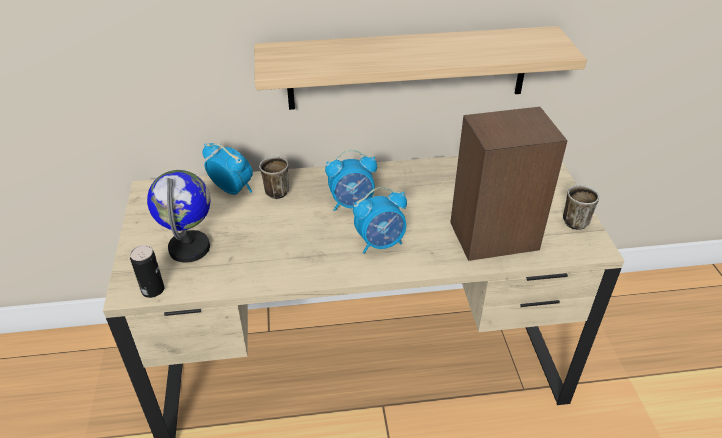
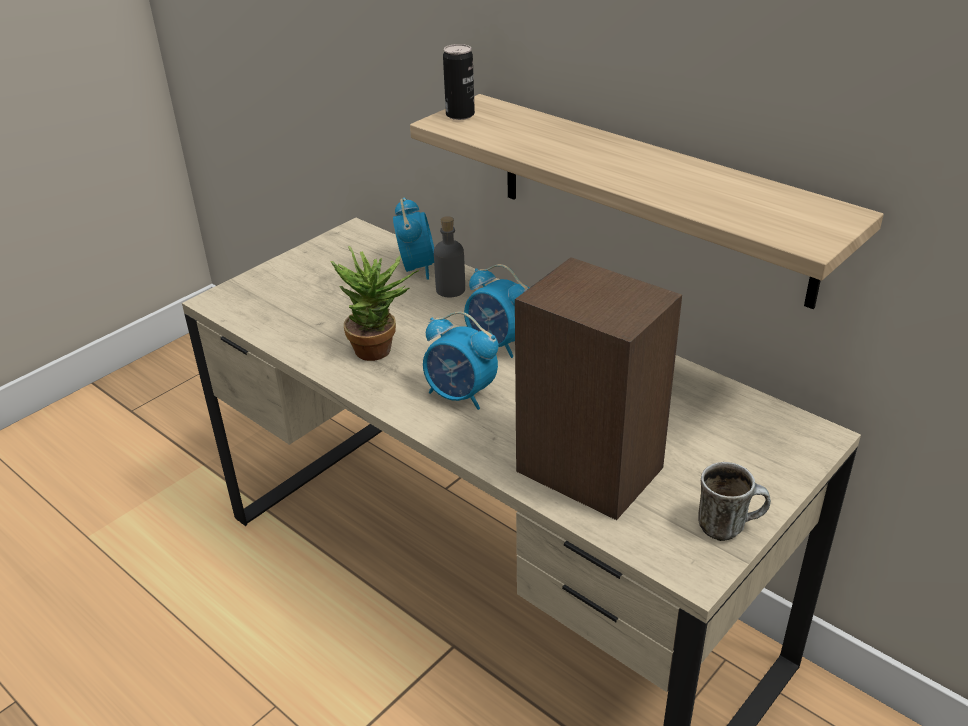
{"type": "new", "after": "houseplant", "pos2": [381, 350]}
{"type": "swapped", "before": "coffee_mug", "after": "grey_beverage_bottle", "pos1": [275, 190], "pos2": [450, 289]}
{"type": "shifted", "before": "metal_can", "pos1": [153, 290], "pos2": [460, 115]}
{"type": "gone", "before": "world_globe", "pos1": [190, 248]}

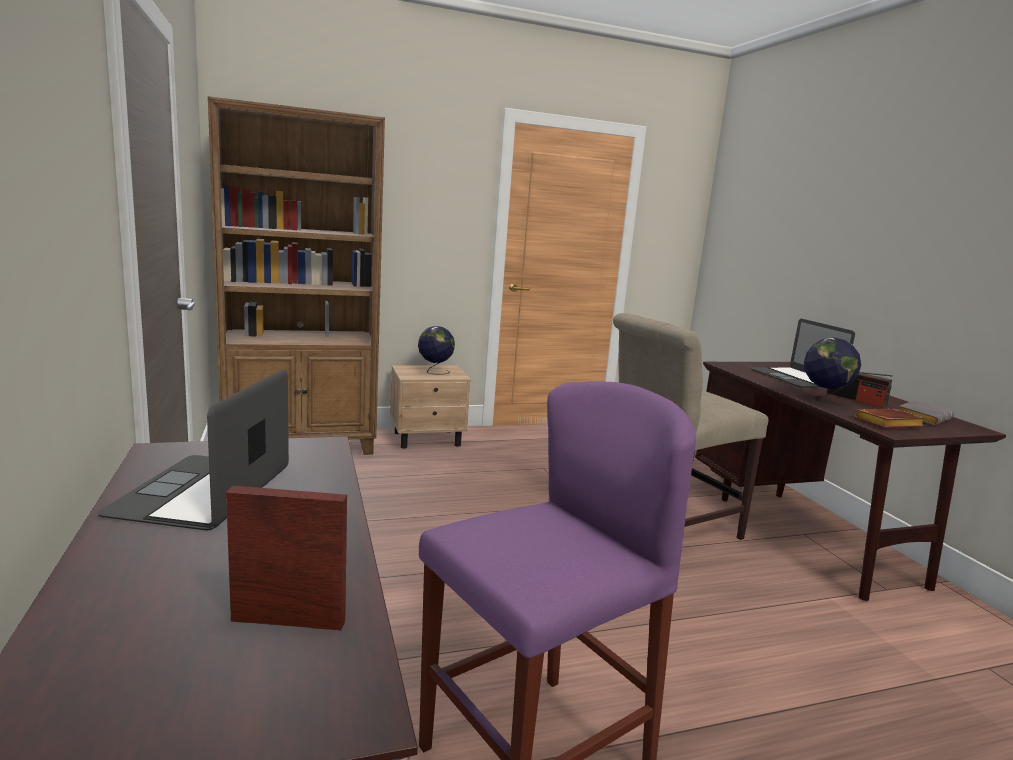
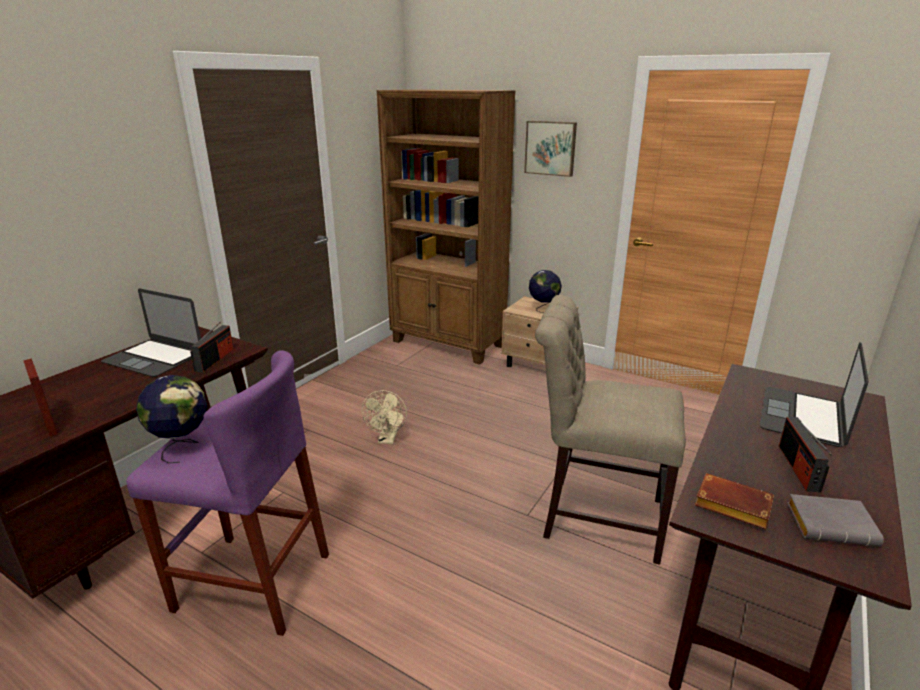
{"type": "rotated", "before": "notebook_computer", "pos1": [203, 491], "pos2": [154, 357], "turn": -120}
{"type": "shifted", "before": "world_globe", "pos1": [823, 401], "pos2": [182, 447]}
{"type": "new", "after": "radio_receiver", "pos2": [215, 359]}
{"type": "new", "after": "sand-coloured_electric_fan", "pos2": [387, 439]}
{"type": "new", "after": "wall_art", "pos2": [550, 148]}

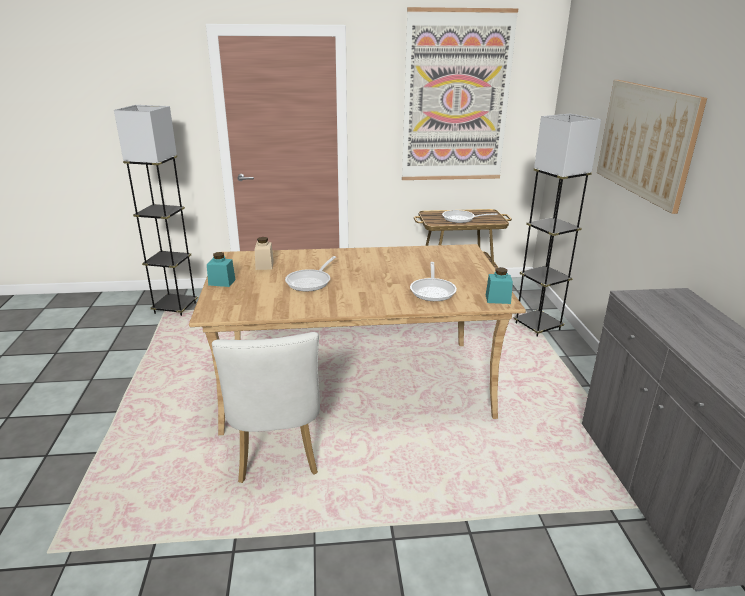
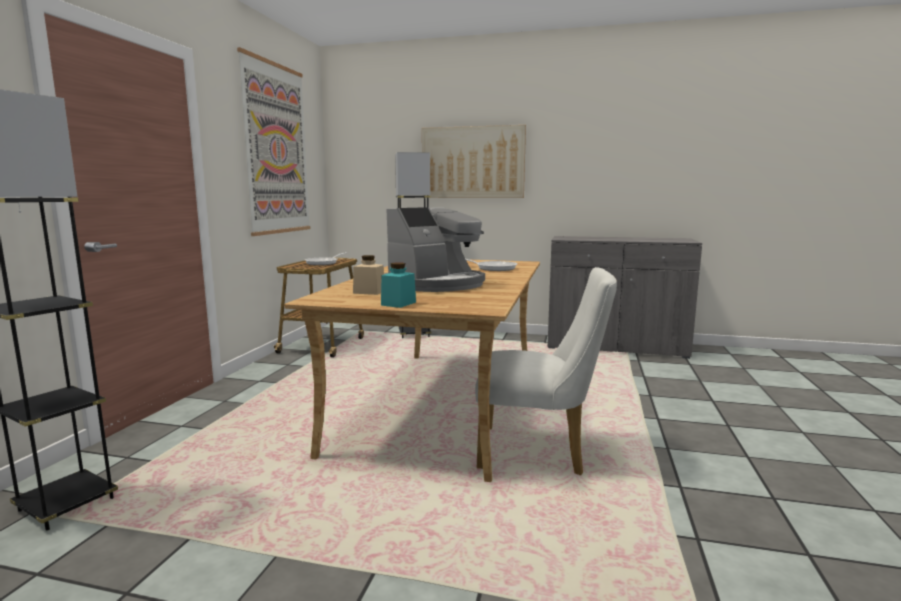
{"type": "swapped", "before": "skillet", "after": "coffee_maker", "pos1": [311, 281], "pos2": [437, 284]}
{"type": "gone", "before": "turquoise_preserve_jar", "pos1": [498, 299]}

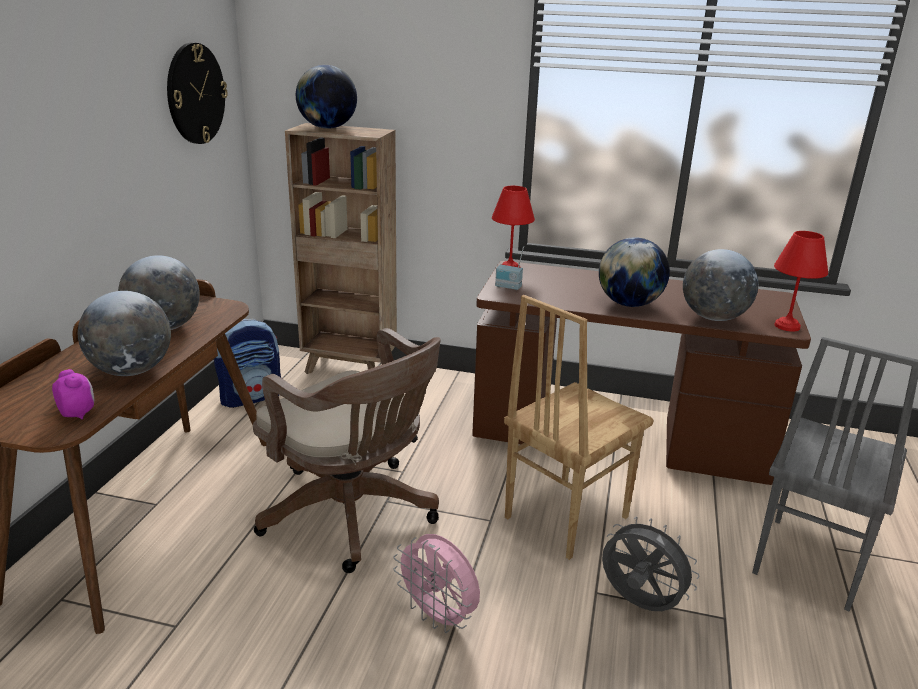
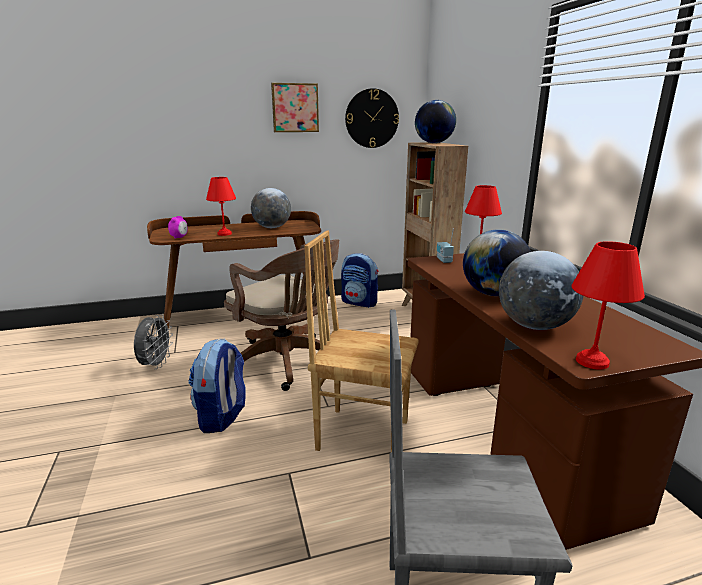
{"type": "shifted", "before": "grey_electric_fan", "pos1": [638, 604], "pos2": [156, 365]}
{"type": "swapped", "before": "pinkish_electric_fan", "after": "knapsack", "pos1": [439, 617], "pos2": [222, 417]}
{"type": "swapped", "before": "world_globe", "after": "reddish_tabletop_lamp", "pos1": [131, 371], "pos2": [224, 234]}
{"type": "rotated", "before": "brownish_computer_chair", "pos1": [354, 516], "pos2": [288, 363], "turn": -60}
{"type": "new", "after": "wall_art", "pos2": [295, 108]}

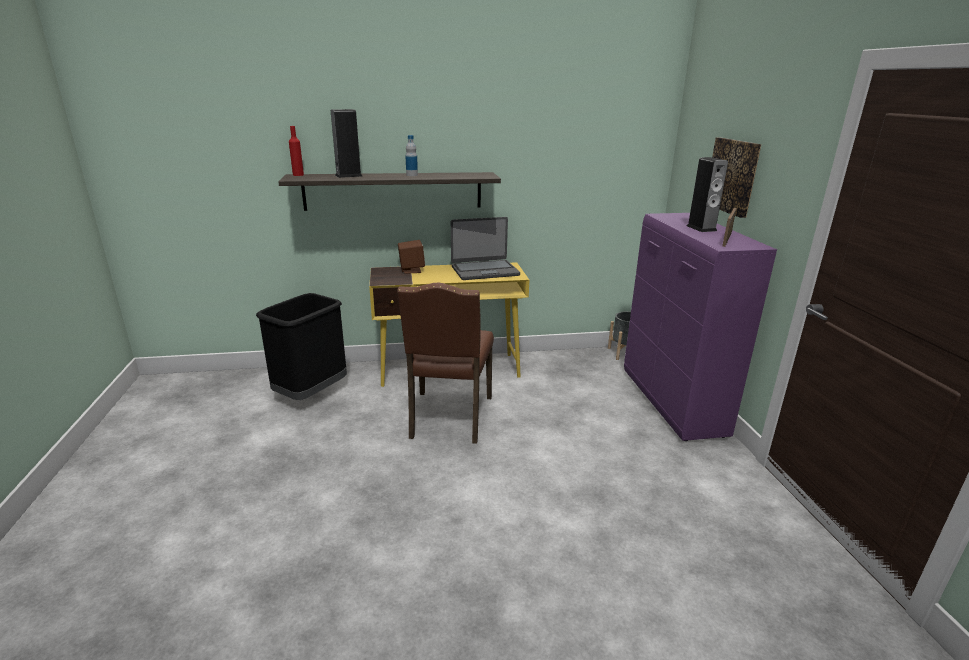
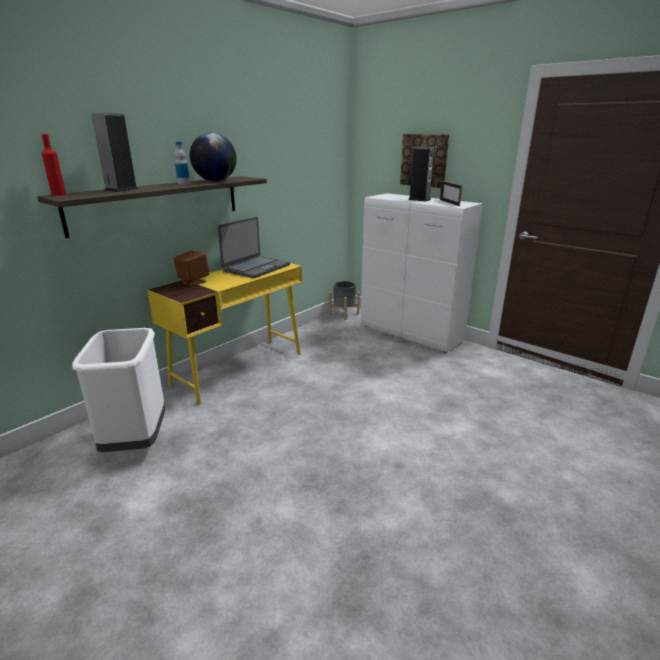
{"type": "repainted", "before": "black-coloured_rubbish_bin", "after": "white_rubbish_bin", "pos1": [311, 394], "pos2": [136, 441]}
{"type": "new", "after": "world_globe", "pos2": [215, 181]}
{"type": "repainted", "before": "purple_cupboard", "after": "white_cupboard", "pos1": [672, 403], "pos2": [411, 334]}
{"type": "gone", "before": "brownish_upright_chair", "pos1": [449, 417]}

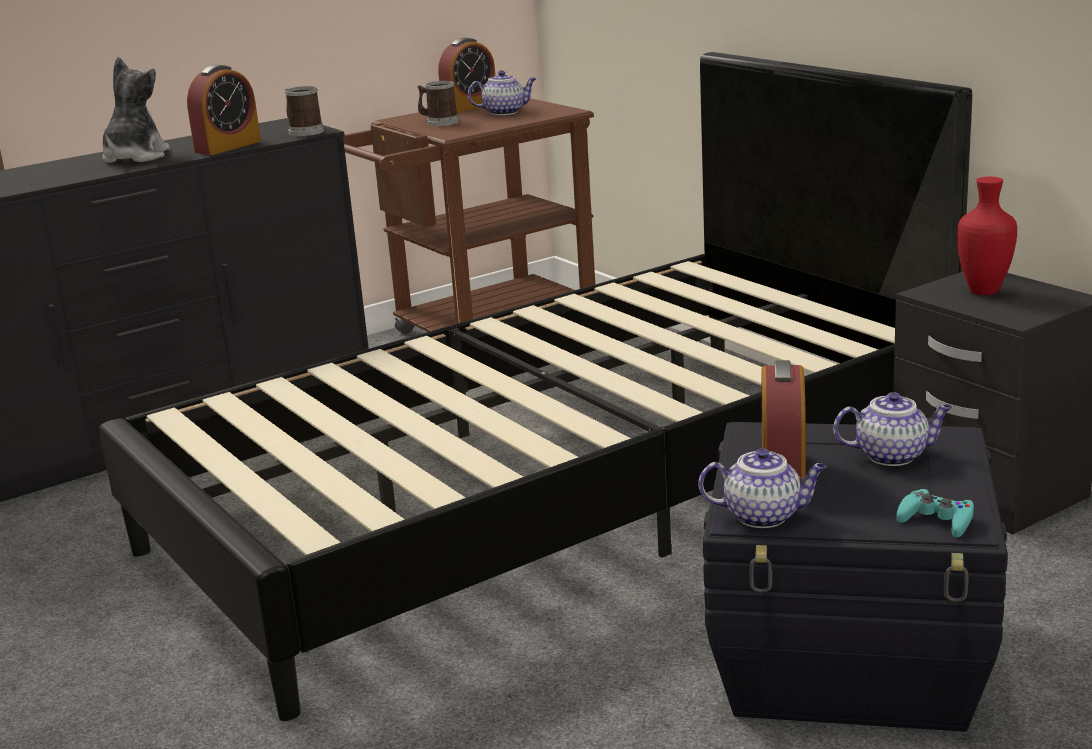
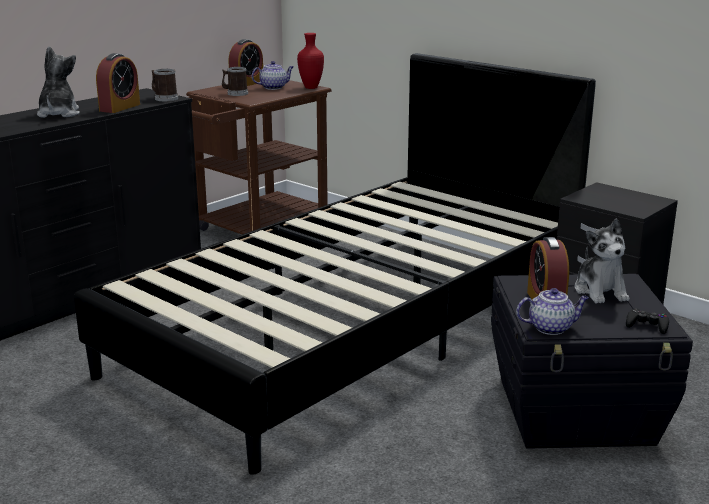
{"type": "shifted", "before": "reddish_flower_vase", "pos1": [984, 291], "pos2": [311, 87]}
{"type": "swapped", "before": "tea_pot", "after": "plush_toy", "pos1": [892, 455], "pos2": [600, 291]}
{"type": "repainted", "before": "turquoise_game_controller", "after": "black-coloured_game_controller", "pos1": [936, 520], "pos2": [647, 325]}

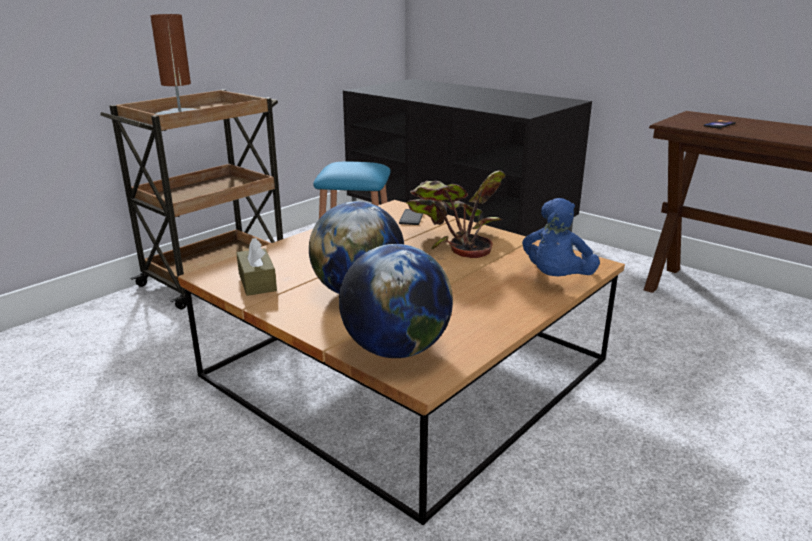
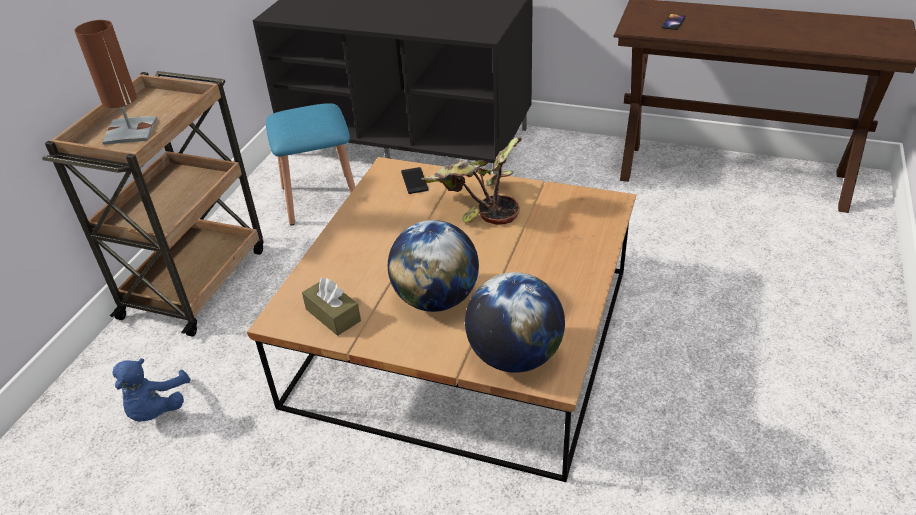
{"type": "shifted", "before": "blue_plush_toy", "pos1": [556, 279], "pos2": [156, 409]}

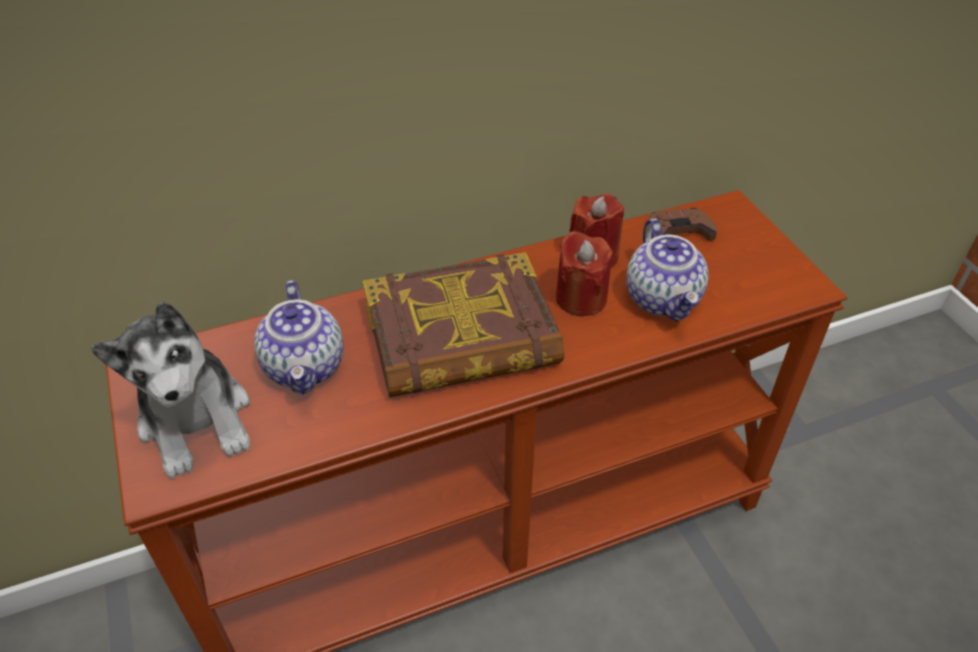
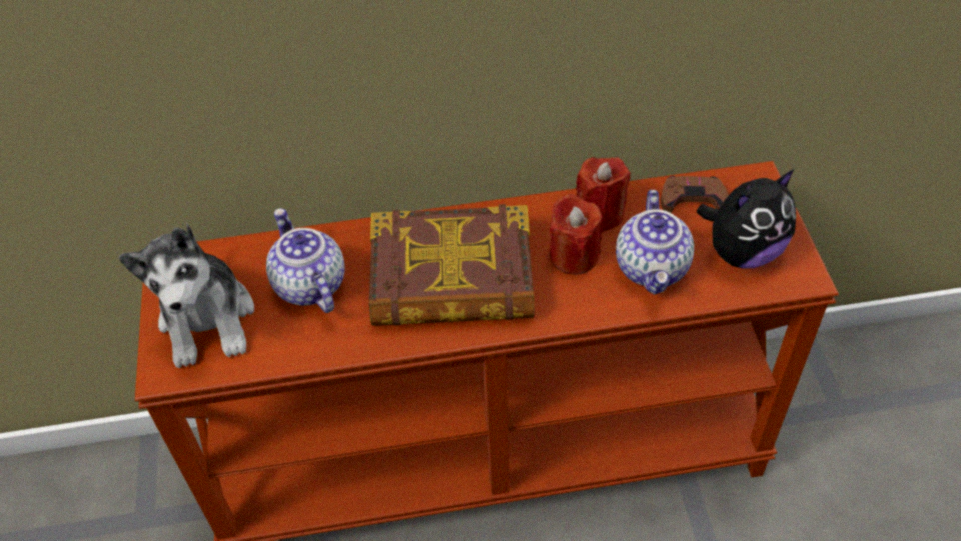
{"type": "rotated", "before": "tea_pot", "pos1": [306, 367], "pos2": [308, 285], "turn": 150}
{"type": "new", "after": "plush_toy", "pos2": [742, 252]}

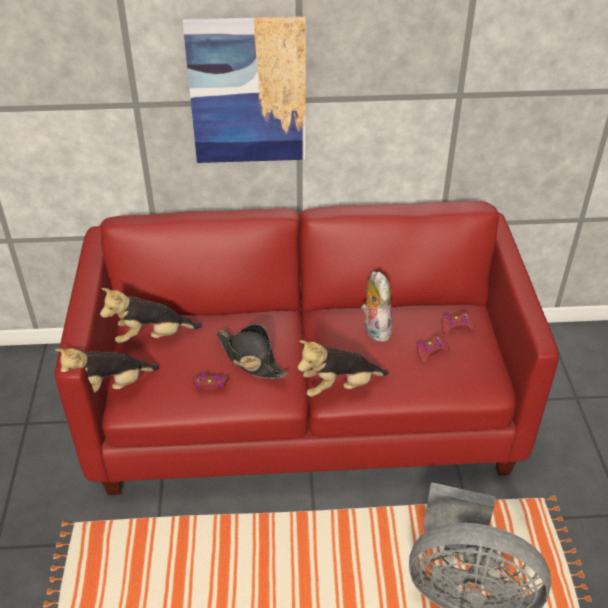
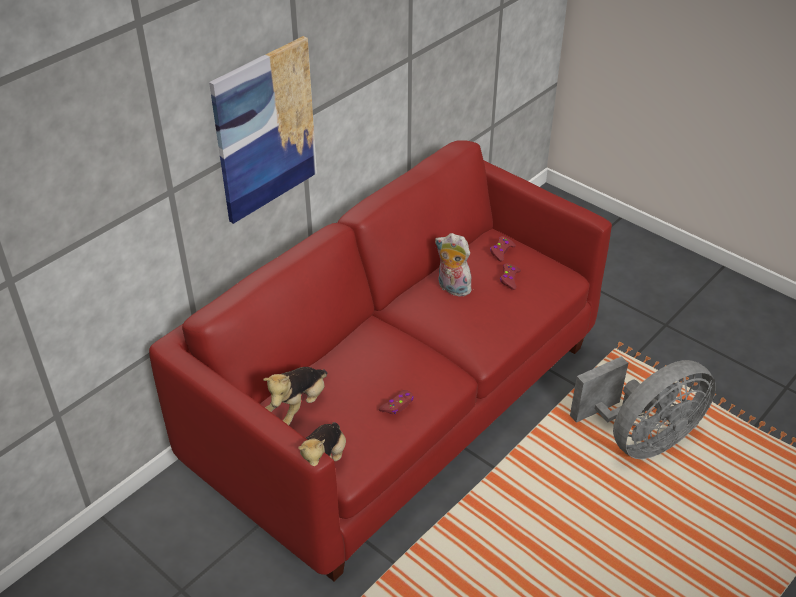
{"type": "gone", "before": "black-coloured_wearable_hat", "pos1": [250, 358]}
{"type": "gone", "before": "plush_toy", "pos1": [339, 387]}

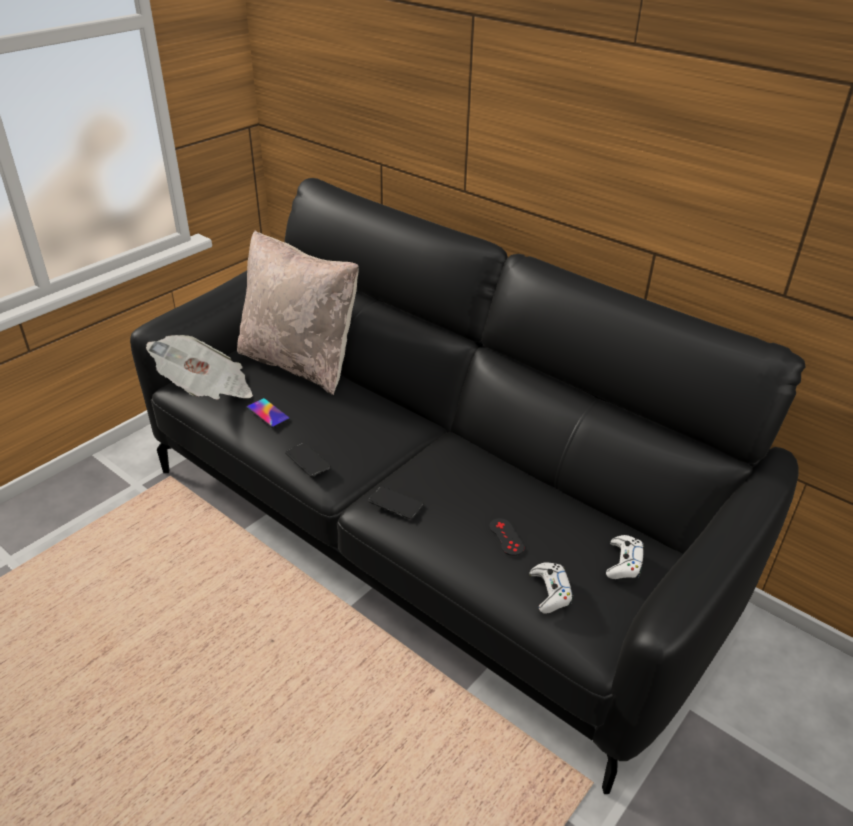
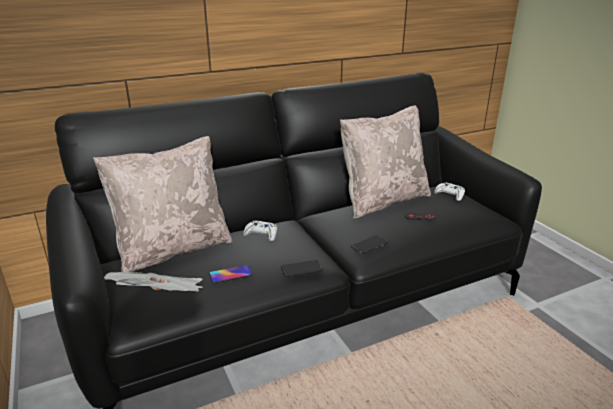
{"type": "shifted", "before": "white_game_controller", "pos1": [550, 592], "pos2": [261, 234]}
{"type": "new", "after": "sand-coloured_pillow", "pos2": [382, 200]}

